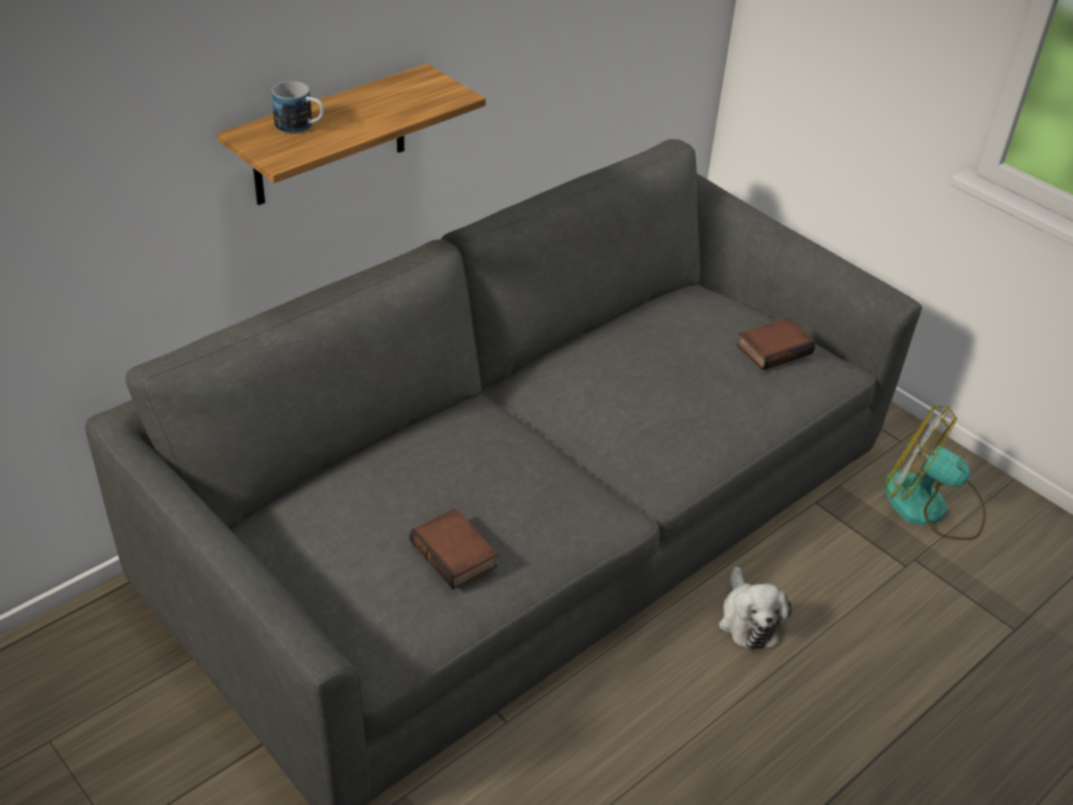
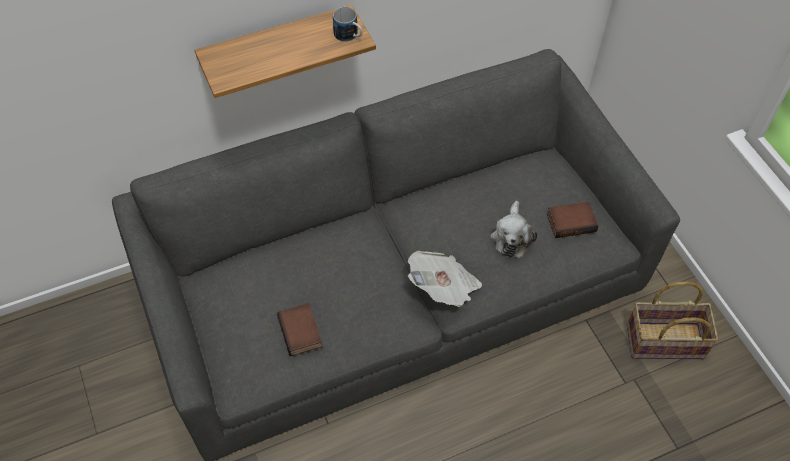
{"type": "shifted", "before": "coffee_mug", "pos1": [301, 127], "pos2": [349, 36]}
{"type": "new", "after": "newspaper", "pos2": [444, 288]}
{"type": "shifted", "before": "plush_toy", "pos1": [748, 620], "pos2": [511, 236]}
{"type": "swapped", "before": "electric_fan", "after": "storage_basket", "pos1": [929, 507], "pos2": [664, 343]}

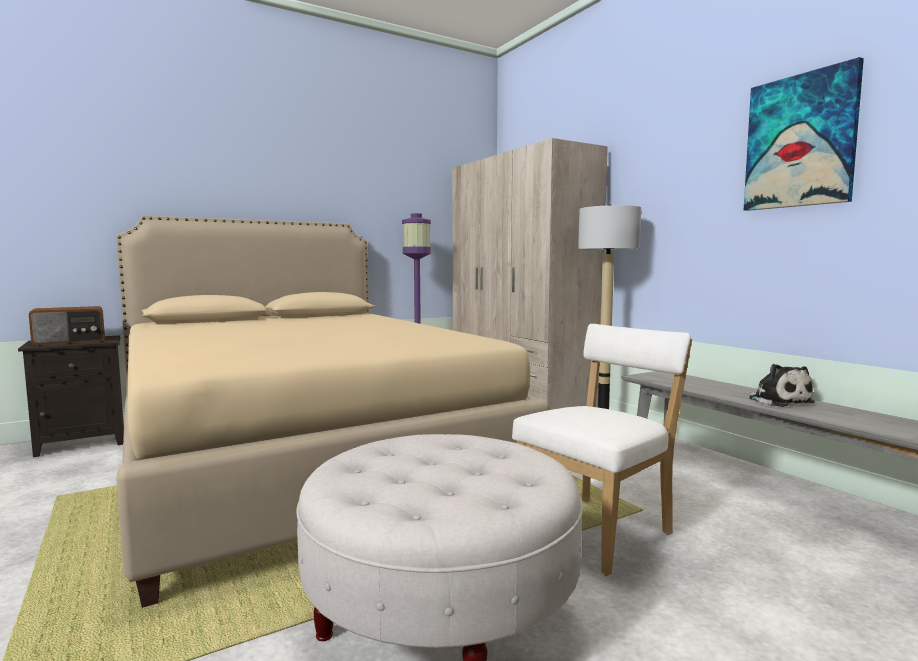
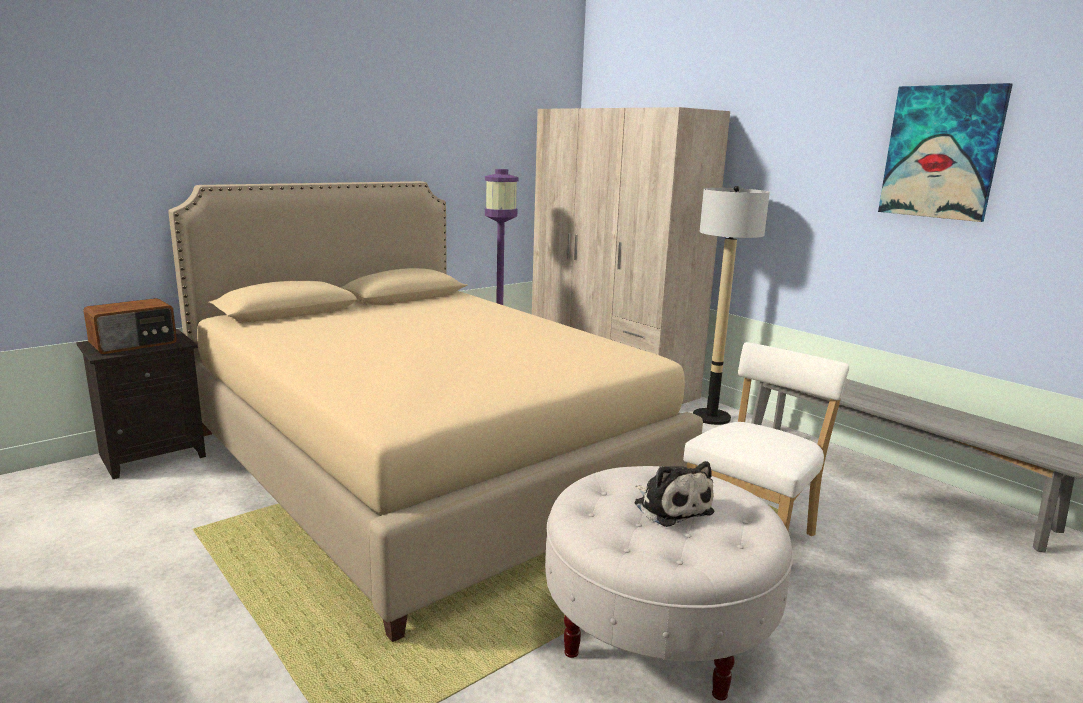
{"type": "shifted", "before": "plush_toy", "pos1": [778, 401], "pos2": [670, 507]}

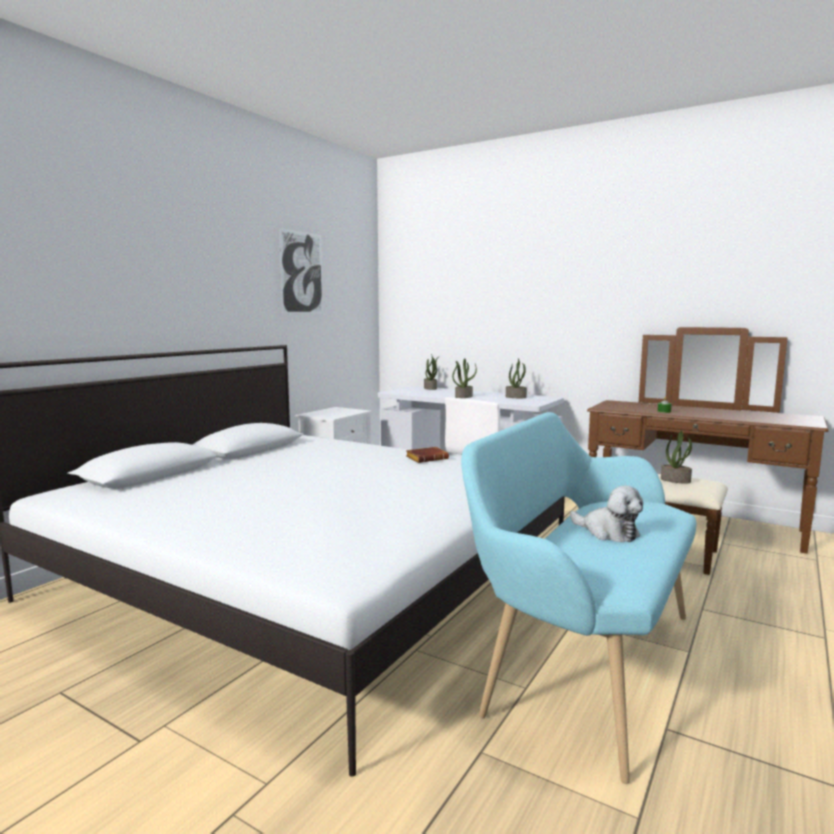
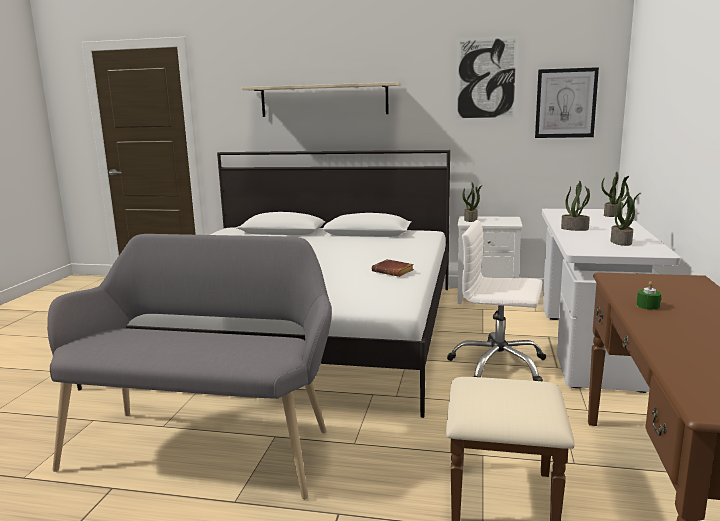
{"type": "repainted", "before": "turquoise_bench", "after": "grey_bench", "pos1": [581, 660], "pos2": [206, 445]}
{"type": "new", "after": "sand-coloured_bracket_shelf", "pos2": [323, 100]}
{"type": "shifted", "before": "houseplant", "pos1": [676, 480], "pos2": [471, 220]}
{"type": "new", "after": "wall_art", "pos2": [565, 103]}
{"type": "gone", "before": "plush_toy", "pos1": [608, 532]}

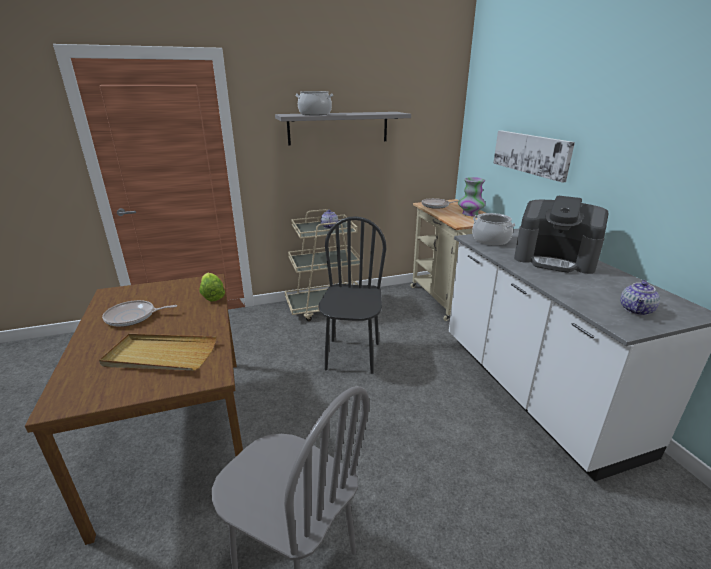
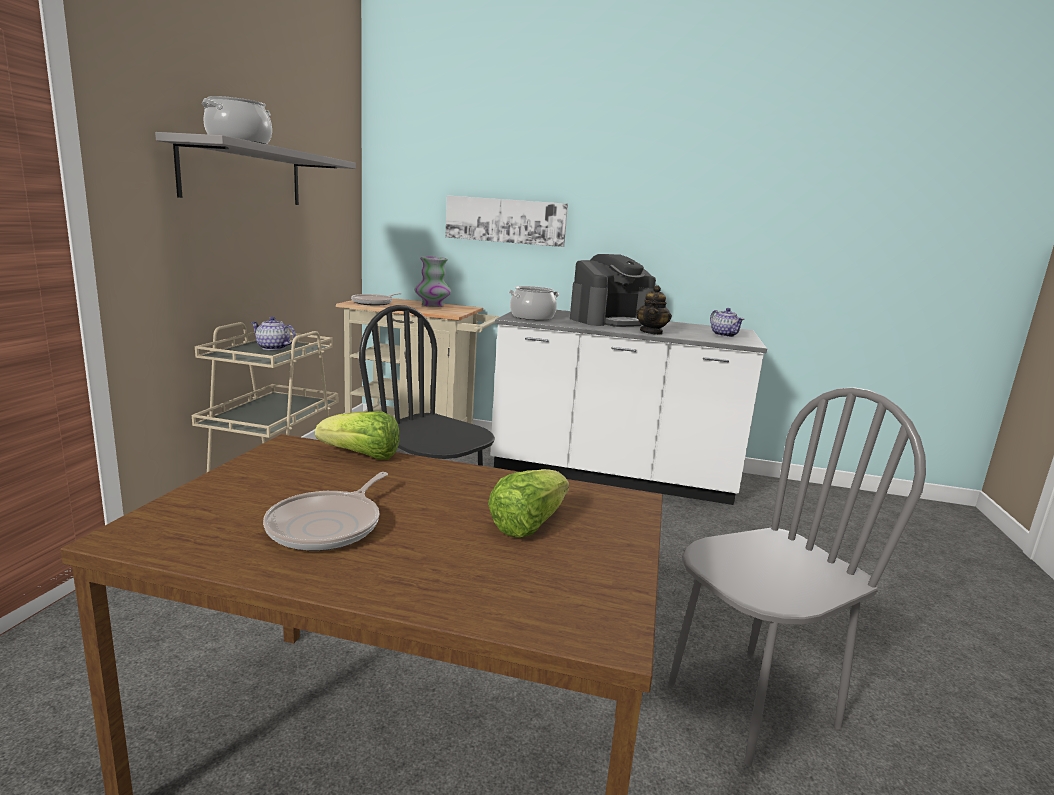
{"type": "swapped", "before": "sand-coloured_carrying_tray", "after": "lettuce", "pos1": [160, 355], "pos2": [528, 524]}
{"type": "new", "after": "tea_pot", "pos2": [651, 332]}

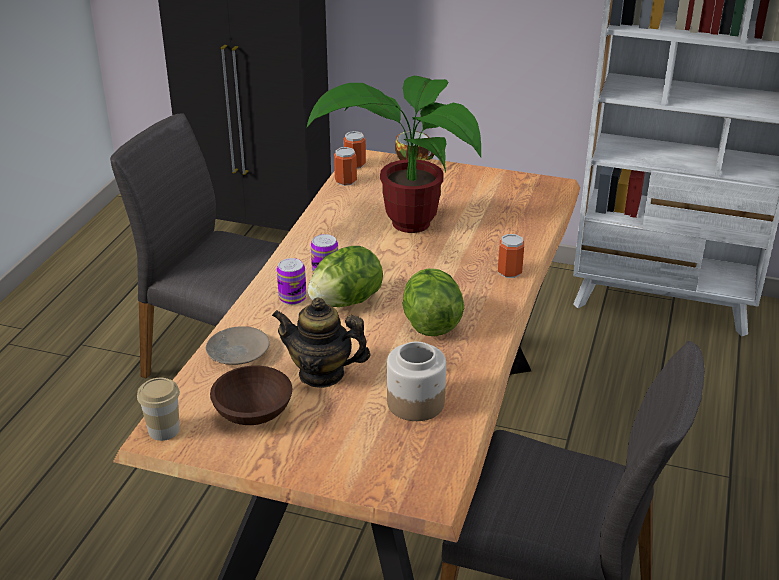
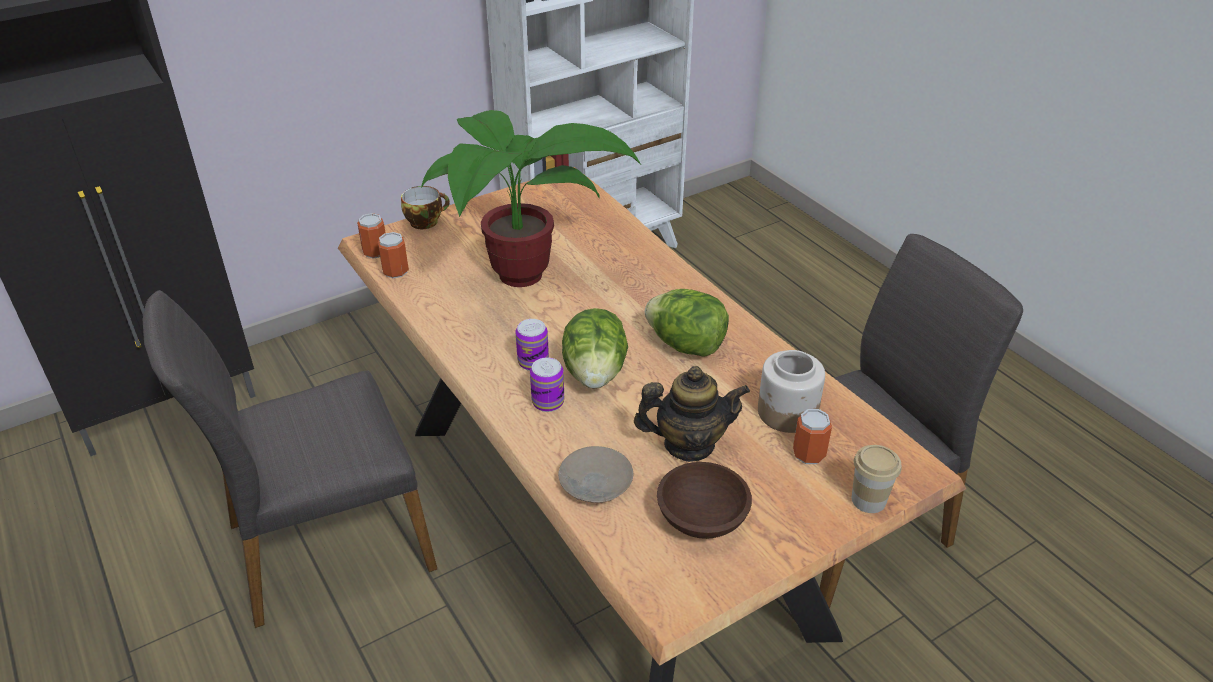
{"type": "rotated", "before": "tea_pot", "pos1": [322, 374], "pos2": [689, 444], "turn": -150}
{"type": "shifted", "before": "metal_can", "pos1": [509, 272], "pos2": [809, 454]}
{"type": "shifted", "before": "drinking_cup", "pos1": [164, 430], "pos2": [868, 500]}

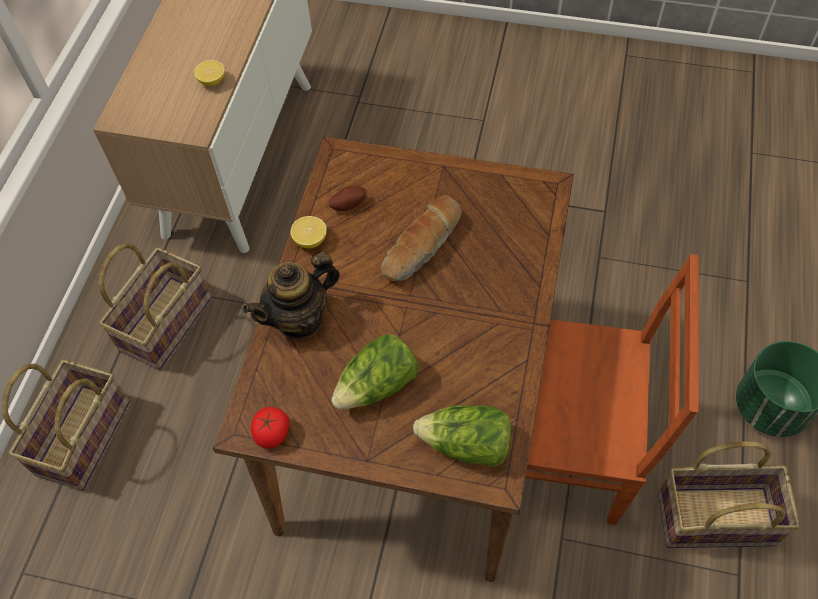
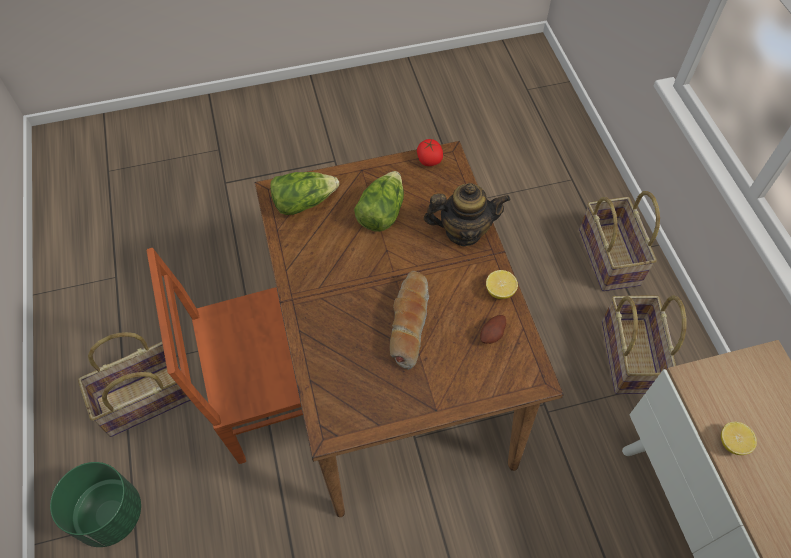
{"type": "rotated", "before": "tea_pot", "pos1": [300, 319], "pos2": [463, 231], "turn": 60}

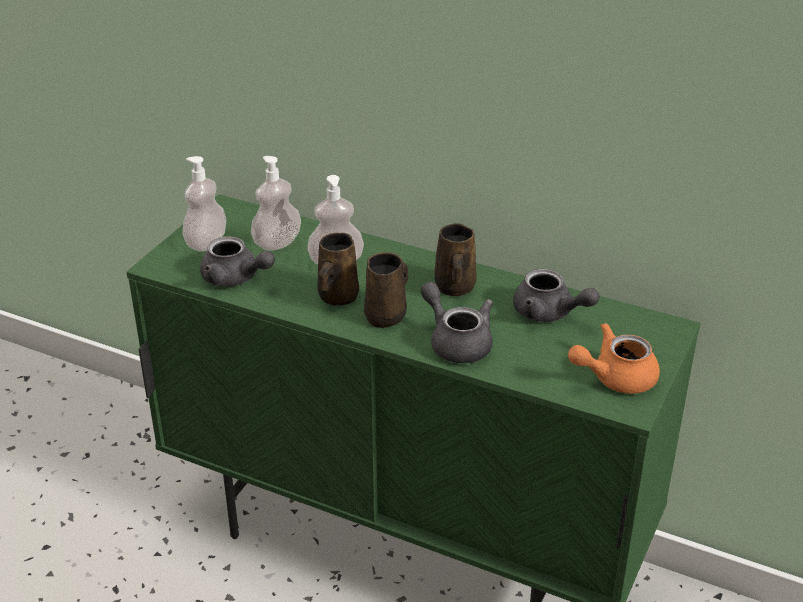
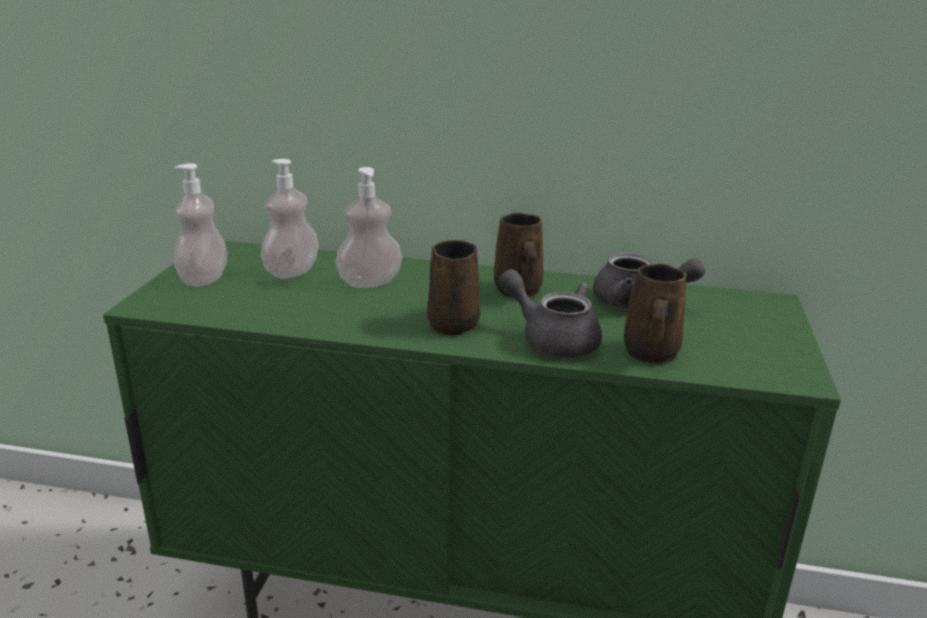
{"type": "shifted", "before": "brownish_coffee_mug", "pos1": [337, 297], "pos2": [650, 354]}
{"type": "gone", "before": "grey_tea_pot", "pos1": [235, 279]}
{"type": "gone", "before": "orange-coloured_tea_pot", "pos1": [614, 378]}

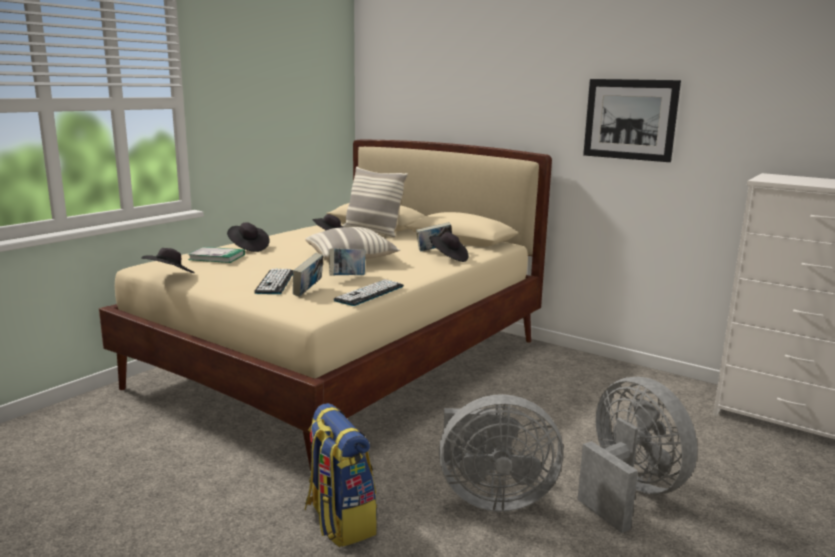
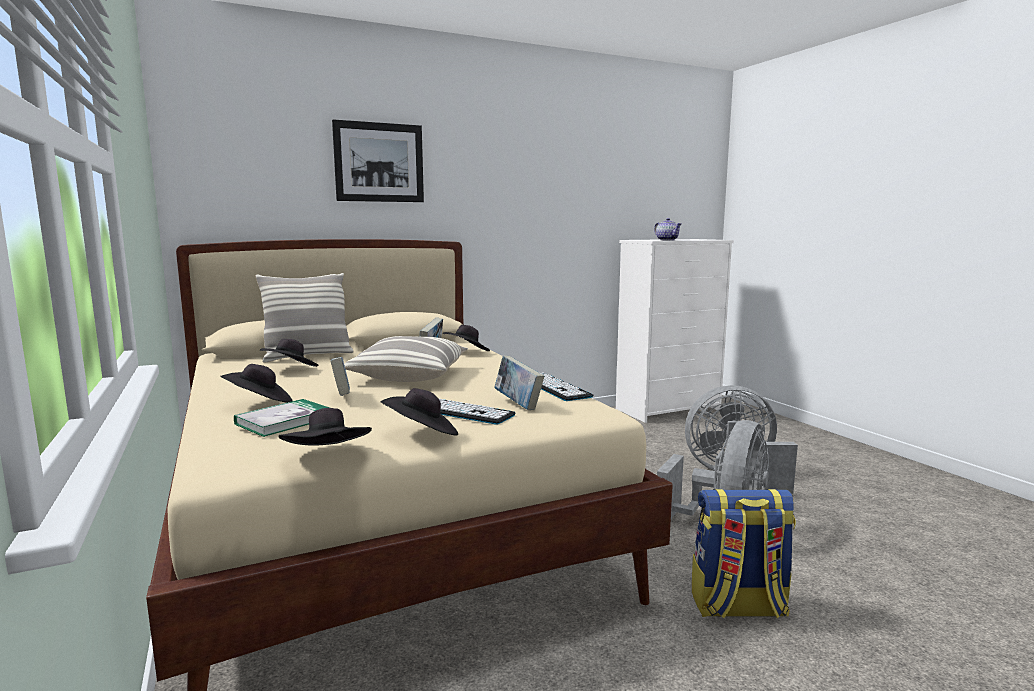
{"type": "shifted", "before": "book", "pos1": [347, 278], "pos2": [341, 397]}
{"type": "shifted", "before": "wall_art", "pos1": [630, 119], "pos2": [379, 162]}
{"type": "new", "after": "black-coloured_wearable_hat", "pos2": [422, 434]}
{"type": "new", "after": "tea_pot", "pos2": [667, 240]}

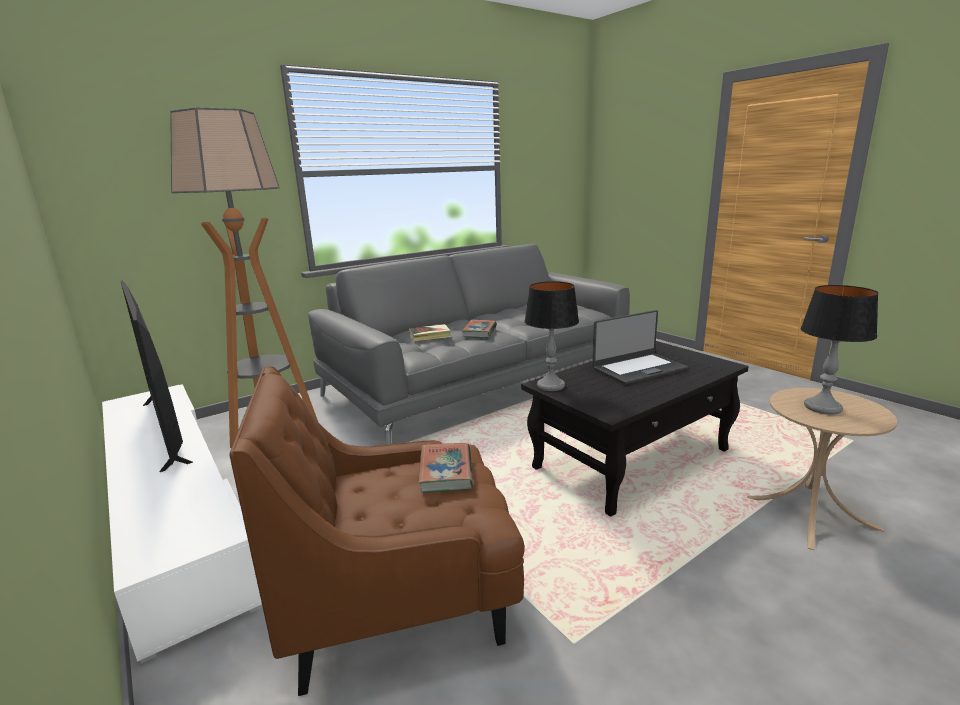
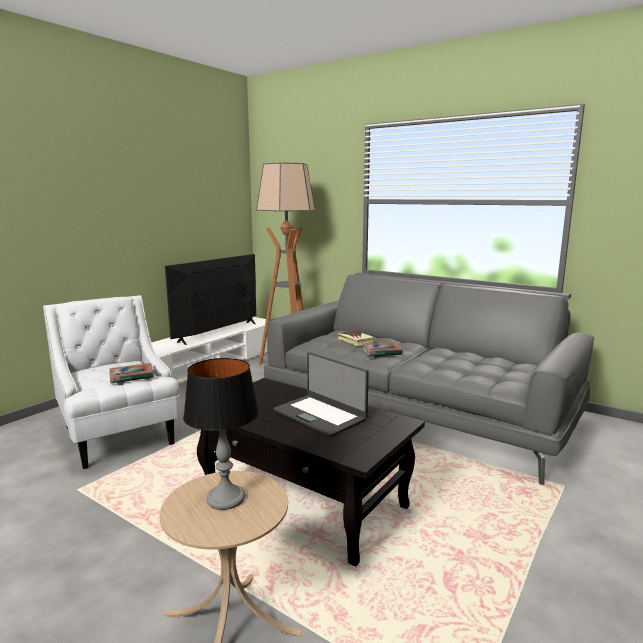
{"type": "repainted", "before": "brownish_lounge_chair", "after": "white_lounge_chair", "pos1": [400, 604], "pos2": [119, 436]}
{"type": "gone", "before": "tabletop_lamp", "pos1": [551, 386]}

